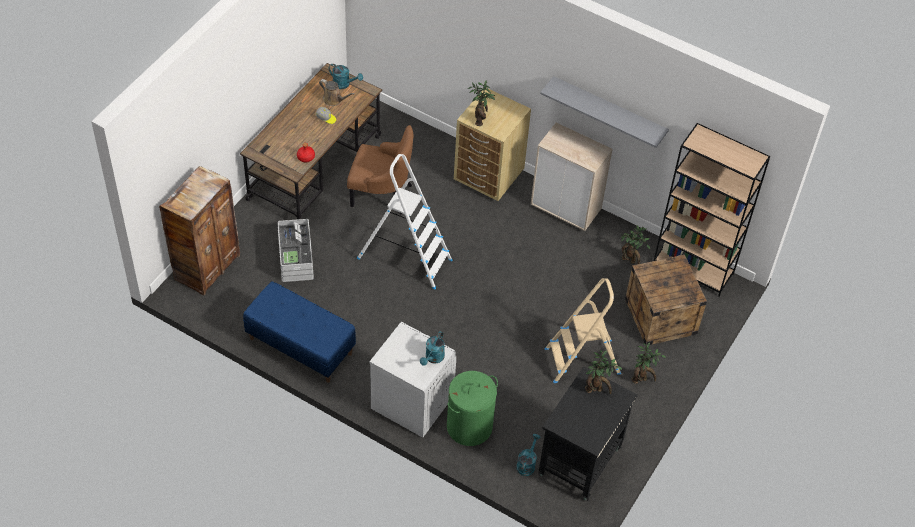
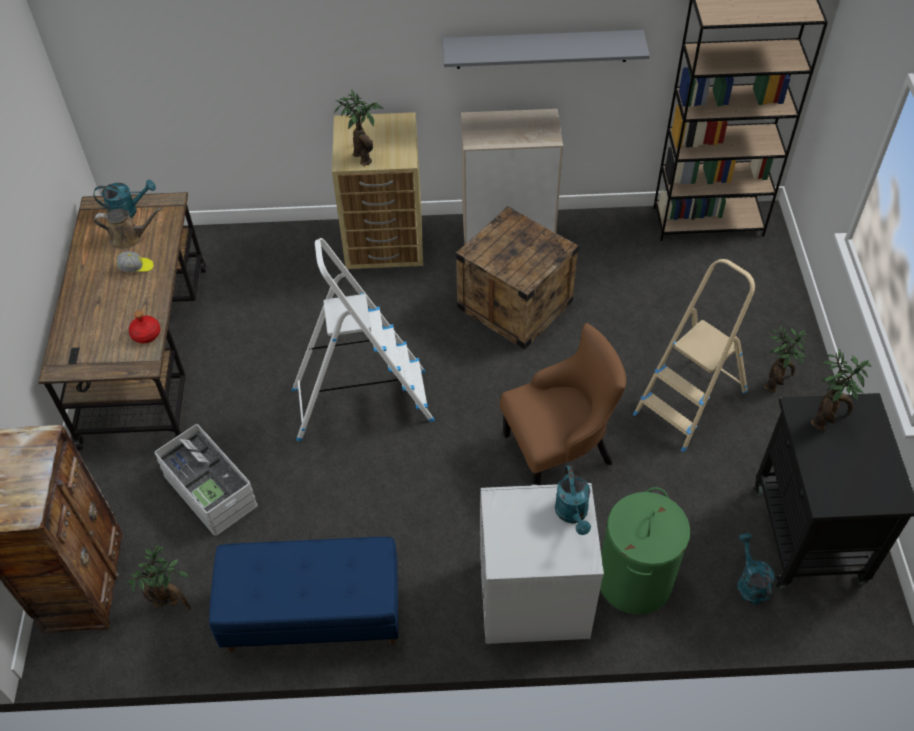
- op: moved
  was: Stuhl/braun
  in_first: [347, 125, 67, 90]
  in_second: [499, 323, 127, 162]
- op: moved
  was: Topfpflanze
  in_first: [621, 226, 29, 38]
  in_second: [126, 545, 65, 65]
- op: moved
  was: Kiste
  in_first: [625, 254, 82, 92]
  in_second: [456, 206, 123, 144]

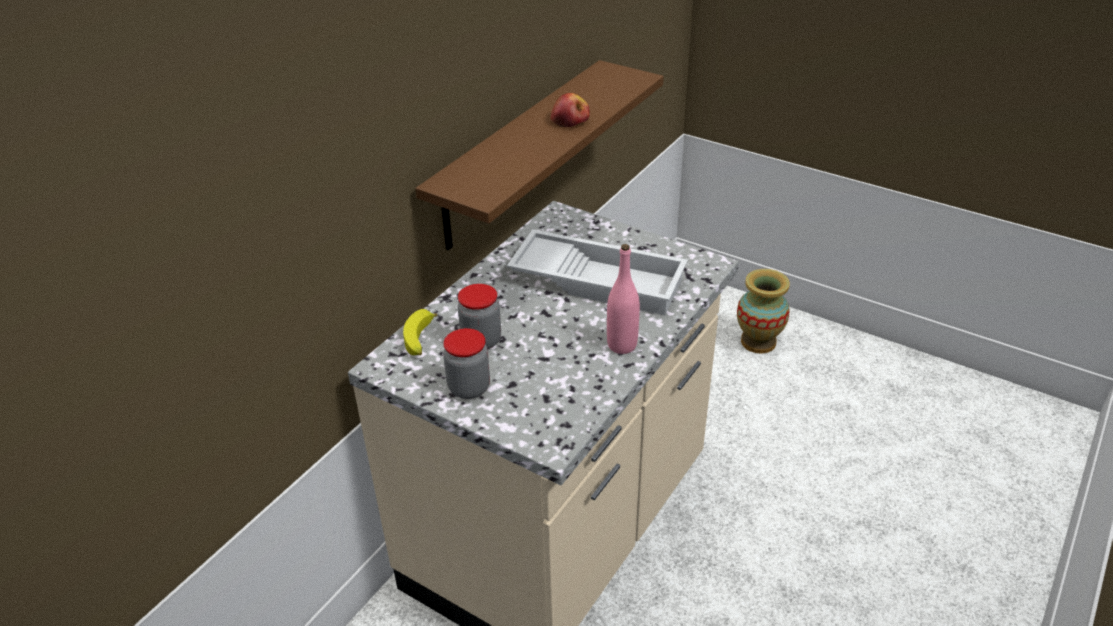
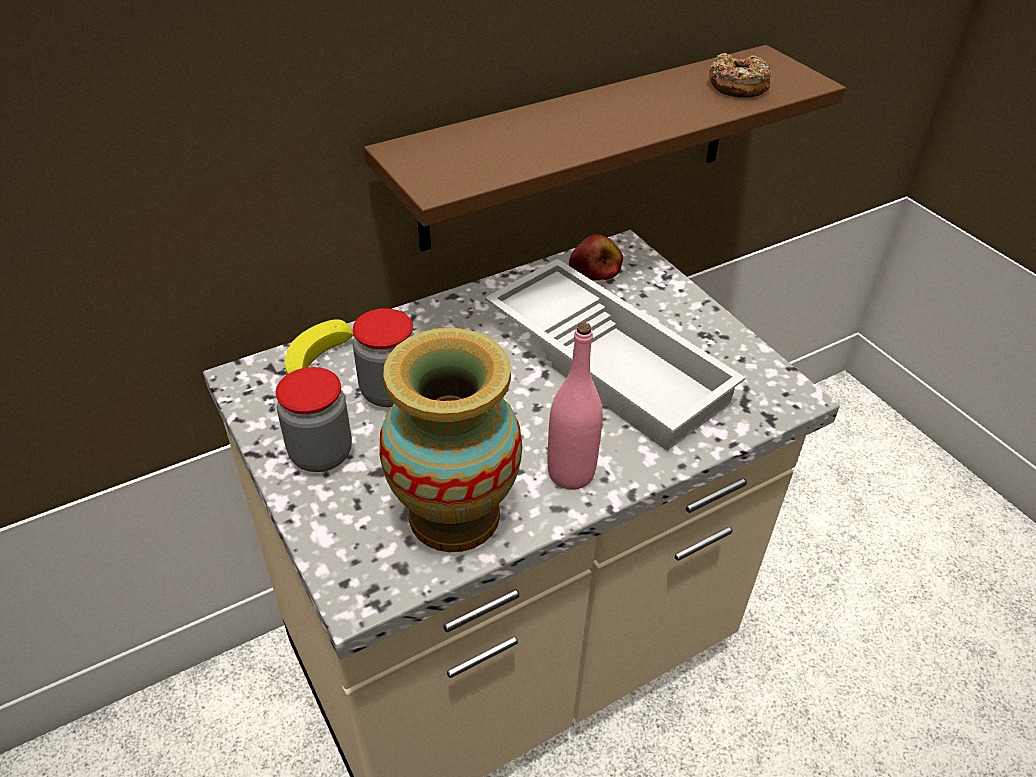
- op: moved
  was: Apfel
  in_first: [550, 93, 40, 34]
  in_second: [569, 234, 54, 47]
- op: moved
  was: Vase
  in_first: [737, 269, 53, 84]
  in_second: [379, 328, 143, 224]
- op: added
  now: Donut
  in_second: [709, 53, 62, 44]

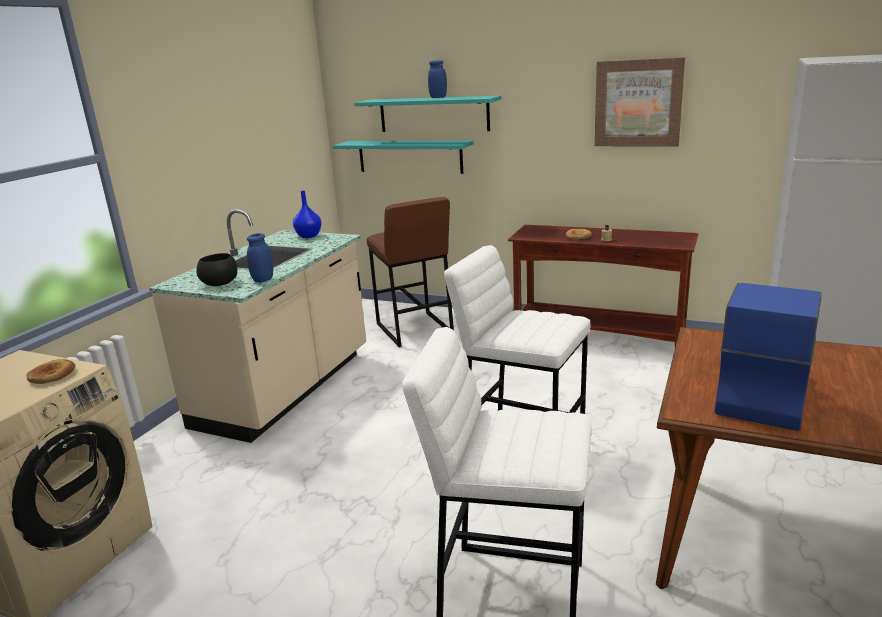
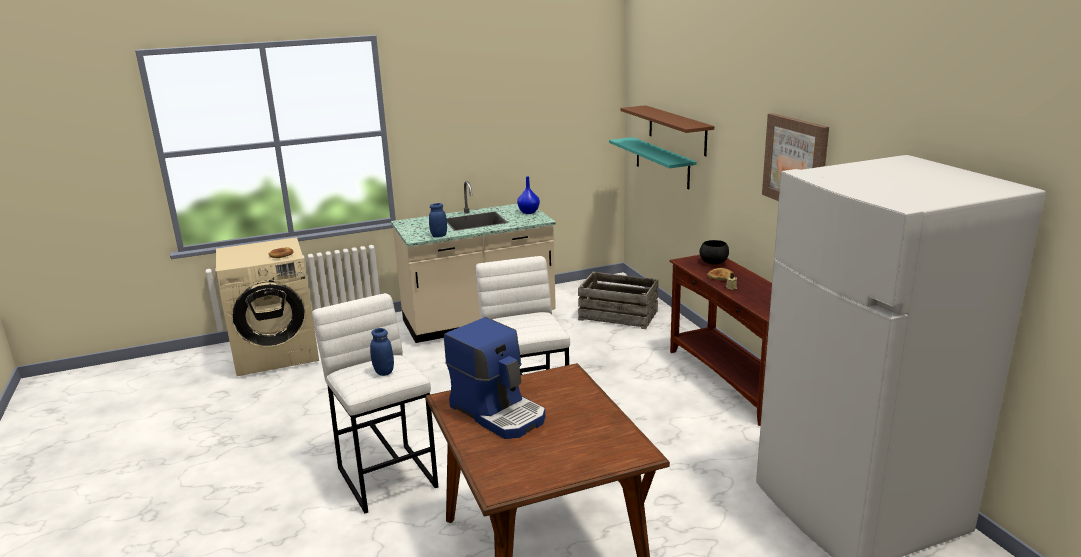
- op: moved
  was: Vorratsglas/blau
  in_first: [428, 60, 19, 38]
  in_second: [370, 328, 24, 48]
- op: recoloured
  was: Wandregal/türkis
  now: Wandregal/braun
  in_first: [354, 96, 147, 36]
  in_second: [621, 105, 93, 52]
- op: replaced
  was: Hocker/braun
  now: Kiste
  in_first: [367, 197, 87, 150]
  in_second: [578, 272, 80, 57]
- op: moved
  was: Schüssel/schwarz
  in_first: [196, 253, 41, 33]
  in_second: [700, 240, 29, 25]
- op: turned
  was: Kaffeemaschine
  in_first: [715, 283, 107, 148]
  in_second: [444, 317, 101, 122]
  clockwise: 60

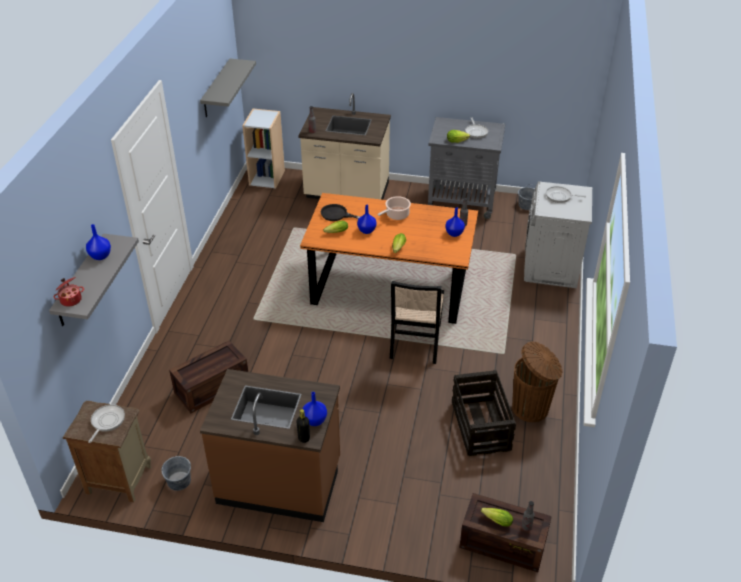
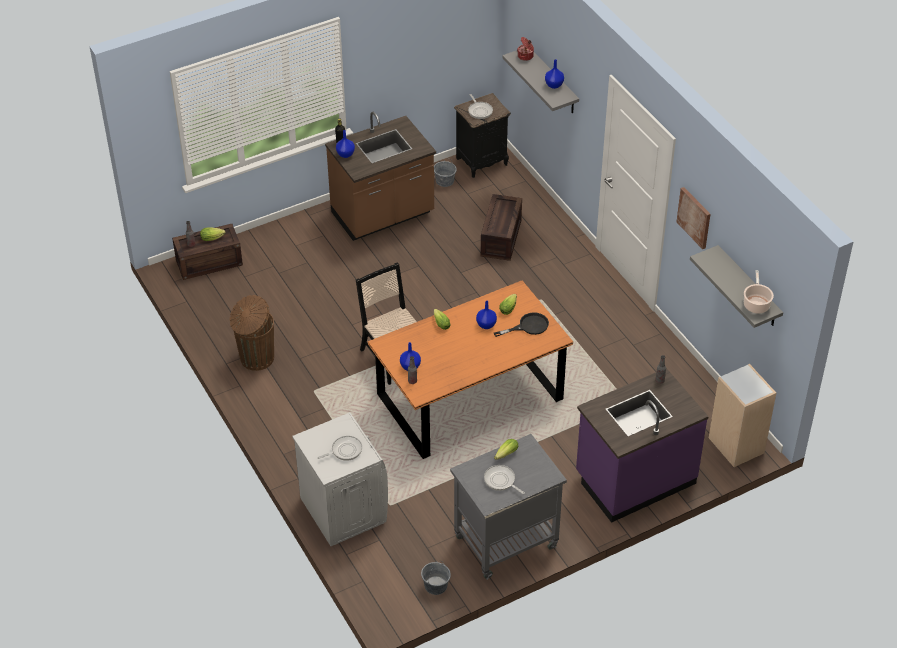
- op: recoloured
  was: Küchenzeile/beige
  now: Küchenzeile/lila
  in_first: [299, 93, 92, 107]
  in_second: [576, 368, 133, 155]
- op: moved
  was: Kochtopf
  in_first: [377, 196, 34, 24]
  in_second: [744, 270, 30, 44]
- op: removed
  was: Kiste
  in_first: [452, 370, 64, 86]
- op: recoloured
  was: Nachttisch/beige
  now: Nachttisch/schwarz
  in_first: [63, 401, 88, 101]
  in_second: [454, 93, 57, 85]
- op: added
  now: Bild
  in_second: [677, 187, 33, 62]

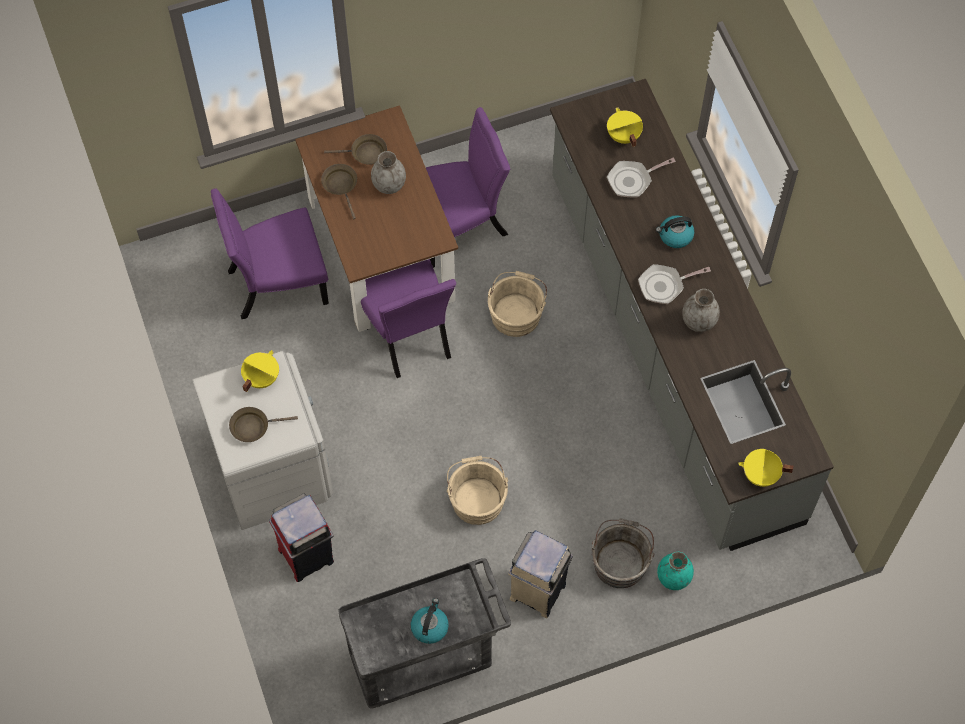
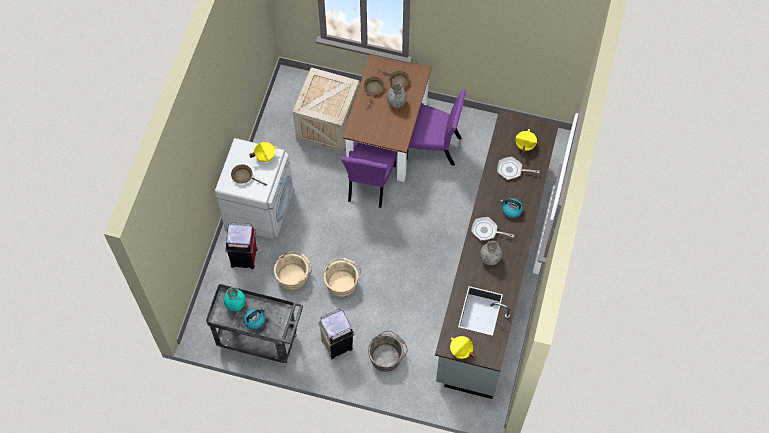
- op: replaced
  was: Stuhl/lila
  now: Kiste
  in_first: [211, 189, 118, 130]
  in_second: [293, 67, 66, 86]
- op: moved
  was: Eimer/beige
  in_first: [487, 271, 60, 66]
  in_second: [274, 251, 38, 39]
- op: moved
  was: Vase/türkis
  in_first: [657, 552, 37, 38]
  in_second: [223, 287, 23, 24]

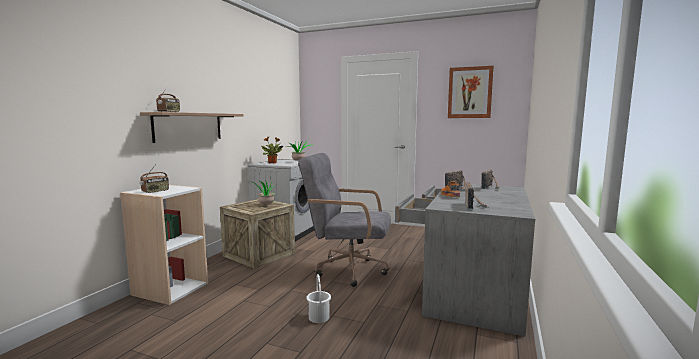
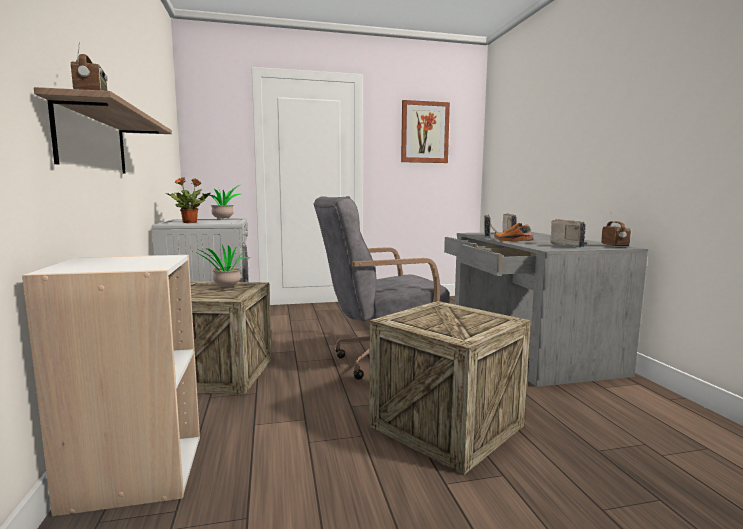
- op: moved
  was: Radio
  in_first: [140, 164, 29, 29]
  in_second: [601, 211, 30, 36]
- op: replaced
  was: Eimer/weiß
  now: Kiste
  in_first: [307, 274, 24, 49]
  in_second: [369, 301, 162, 174]

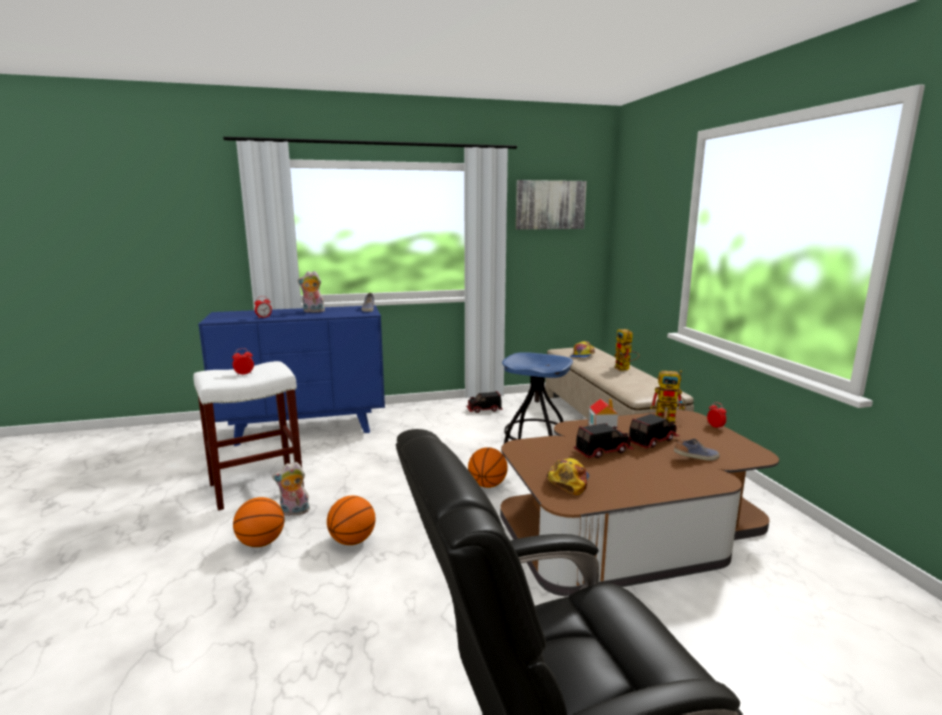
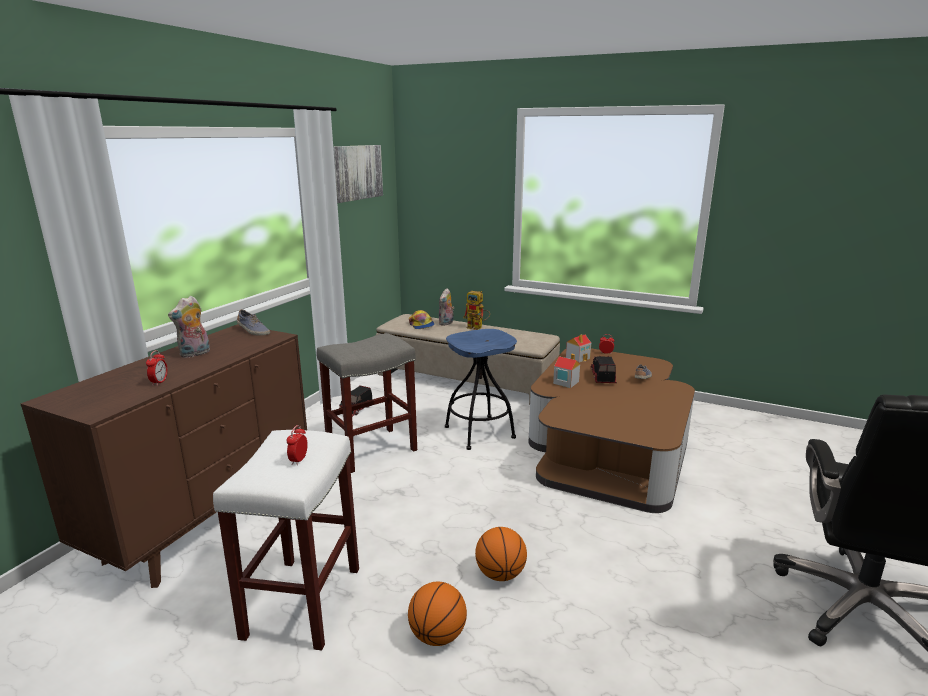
- op: recoloured
  was: Kommode/blau
  now: Kommode/braun
  in_first: [198, 305, 187, 141]
  in_second: [20, 324, 287, 264]
- op: replaced
  was: Spielzeugroboter
  now: Spielzeughaus
  in_first: [650, 370, 36, 54]
  in_second: [566, 334, 25, 29]
- op: removed
  was: Spielzeuglaster
  in_first: [574, 423, 60, 35]
- op: removed
  was: Basketball
  in_first: [468, 447, 40, 41]
- op: removed
  was: Kappe
  in_first: [547, 458, 42, 37]
- op: moved
  was: Plüschtier
  in_first: [272, 462, 38, 54]
  in_second: [439, 288, 15, 38]
- op: added
  now: Hocker/grau
  in_second: [317, 333, 100, 140]

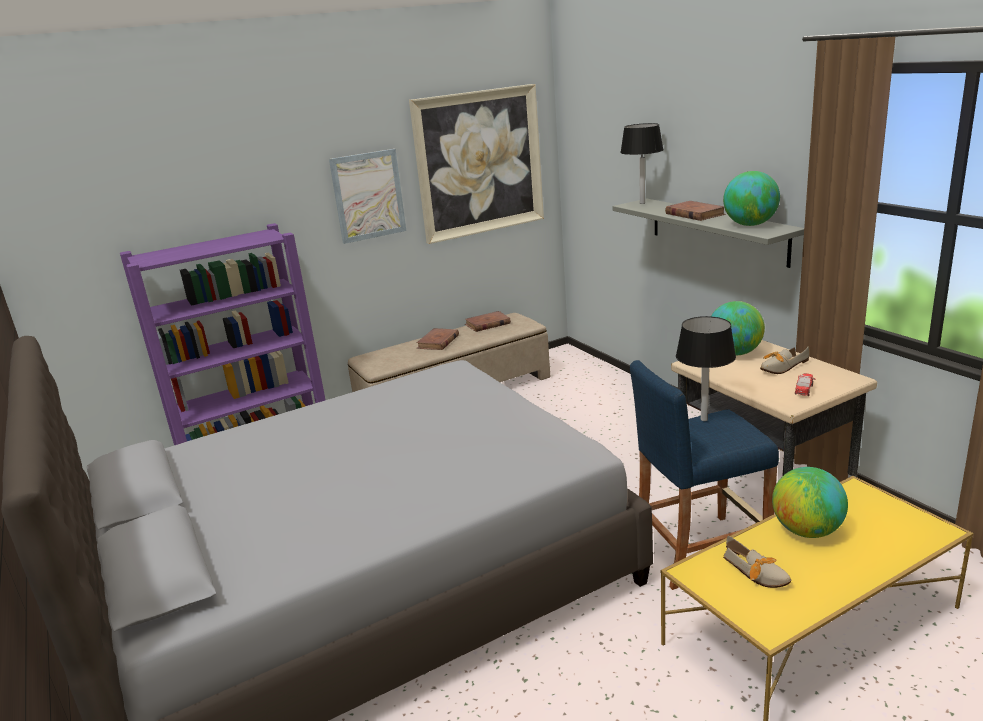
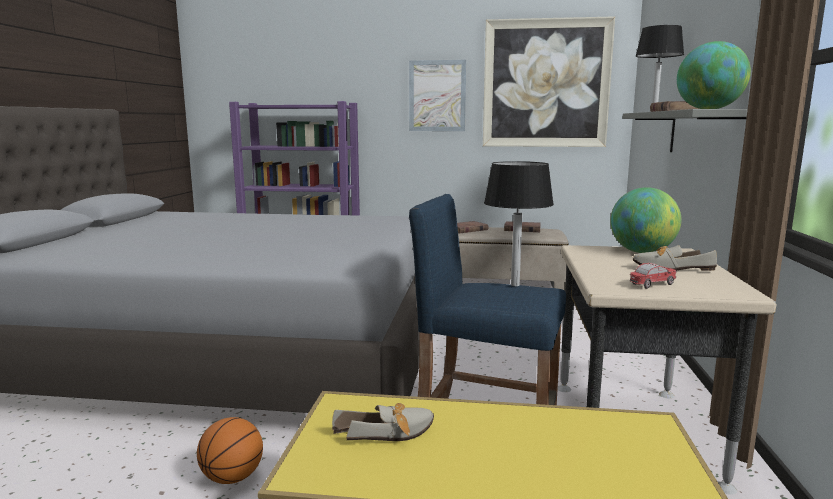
- op: removed
  was: Globus
  in_first: [772, 467, 76, 71]
- op: turned
  was: Schuh
  in_first: [723, 535, 68, 53]
  in_second: [332, 403, 102, 38]
  clockwise: -105
- op: added
  now: Basketball
  in_second: [197, 417, 66, 67]

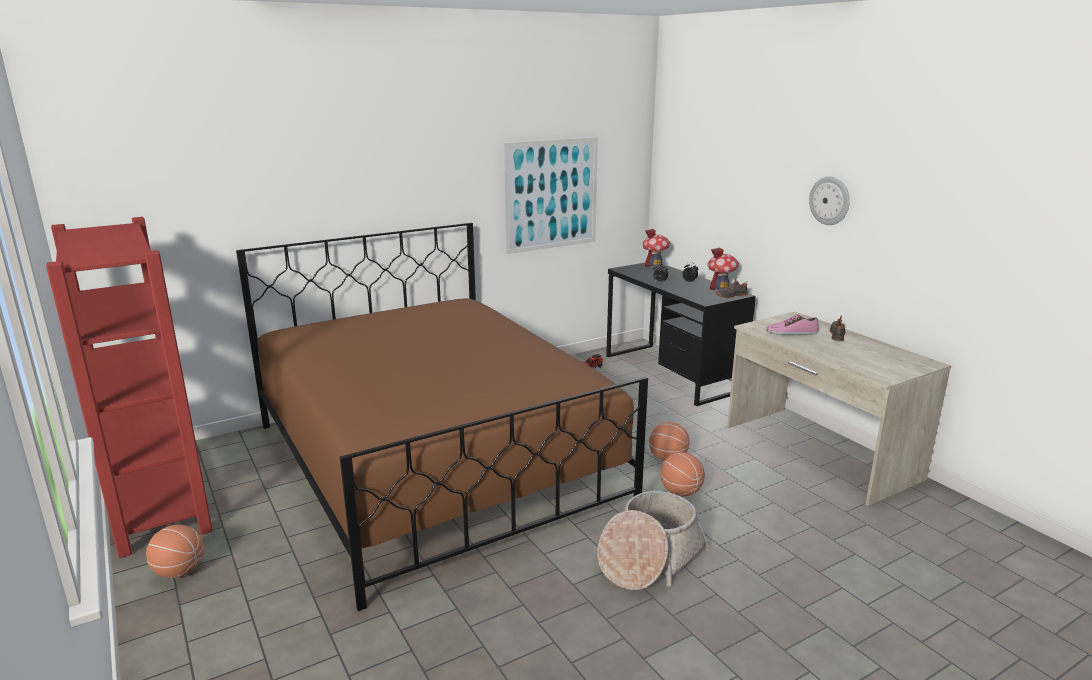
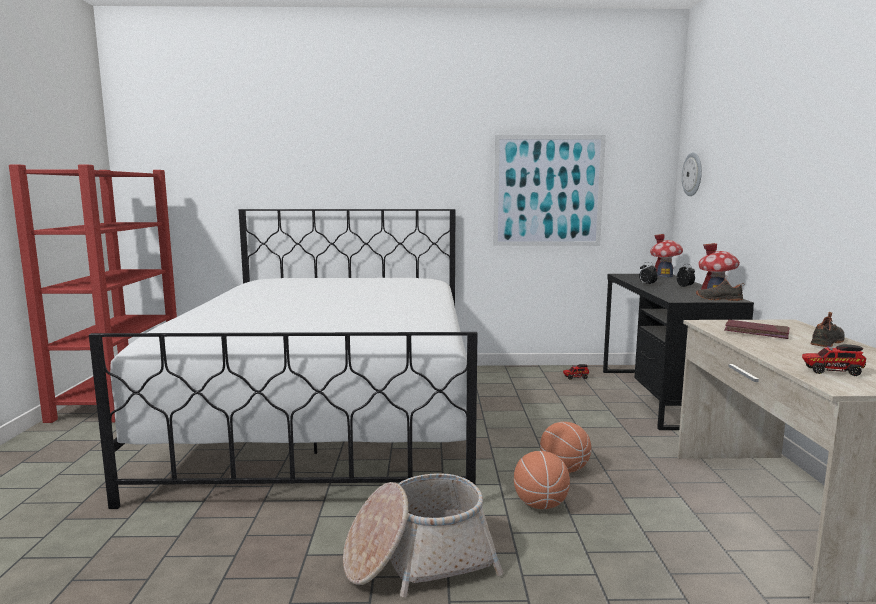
- op: moved
  was: Wanduhr
  in_first: [809, 177, 41, 48]
  in_second: [682, 152, 20, 44]
- op: recoloured
  was: Bett/braun
  now: Bett/weiß
  in_first: [236, 223, 412, 388]
  in_second: [89, 209, 389, 300]
- op: replaced
  was: Schuh
  now: Buch/rot
  in_first: [766, 315, 53, 20]
  in_second: [724, 320, 66, 19]
- op: removed
  was: Basketball
  in_first: [146, 524, 58, 54]
- op: added
  now: Spielzeuglaster
  in_second: [802, 344, 64, 32]

